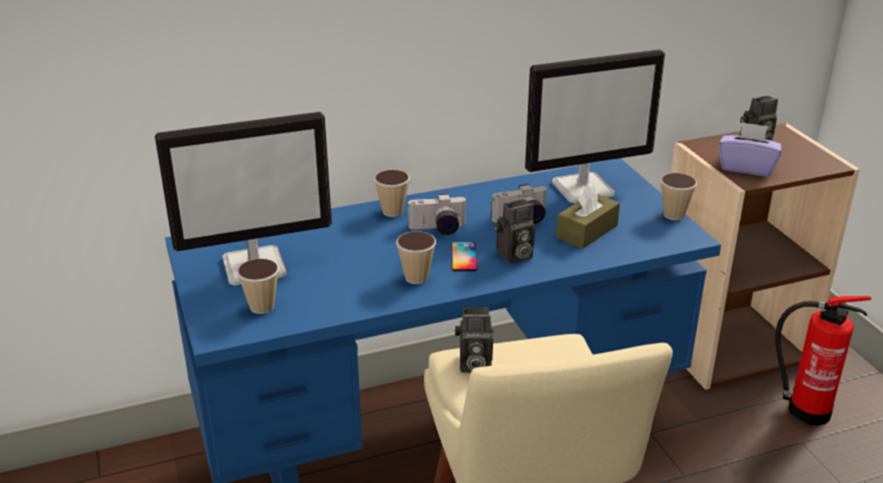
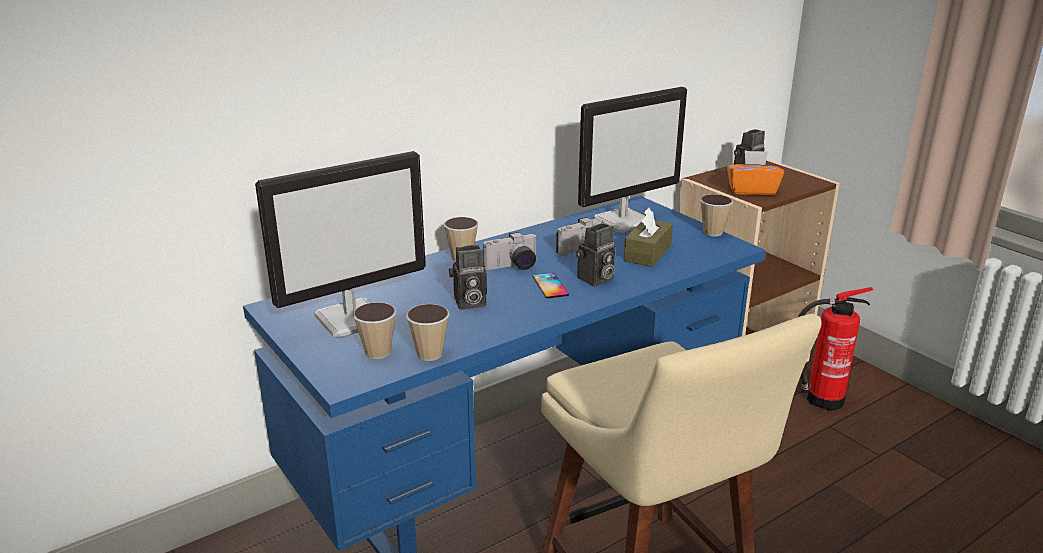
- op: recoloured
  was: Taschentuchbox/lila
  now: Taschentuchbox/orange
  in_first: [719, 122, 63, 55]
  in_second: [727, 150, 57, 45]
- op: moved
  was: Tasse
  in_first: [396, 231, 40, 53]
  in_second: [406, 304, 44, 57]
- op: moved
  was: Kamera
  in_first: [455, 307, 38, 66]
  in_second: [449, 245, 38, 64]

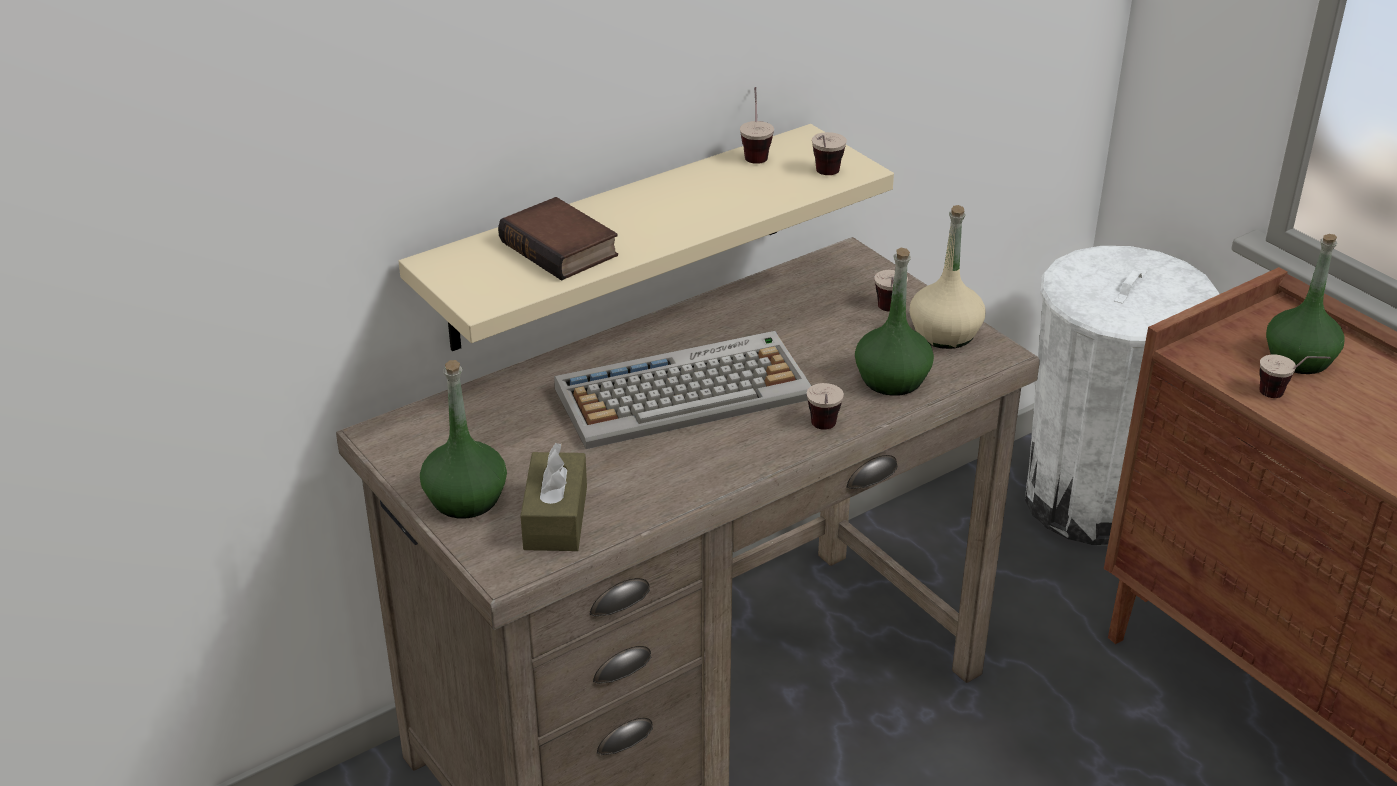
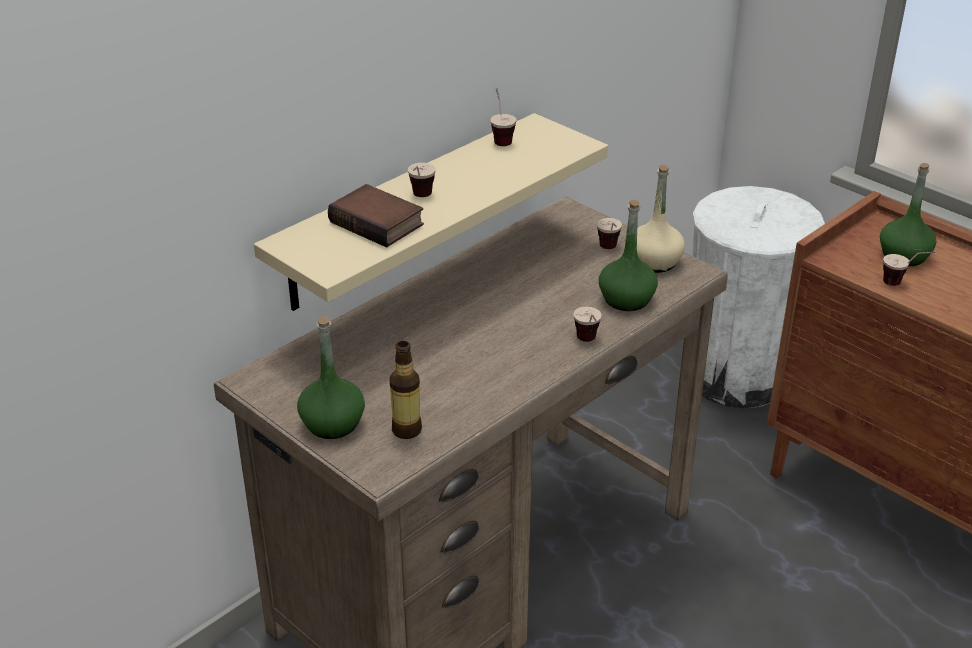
- op: moved
  was: Tasse
  in_first: [812, 132, 35, 43]
  in_second: [408, 163, 28, 34]
- op: removed
  was: Tastatur
  in_first: [554, 331, 257, 118]
- op: replaced
  was: Taschentuchbox/braun
  now: Flasche
  in_first: [520, 443, 67, 108]
  in_second: [390, 341, 32, 98]

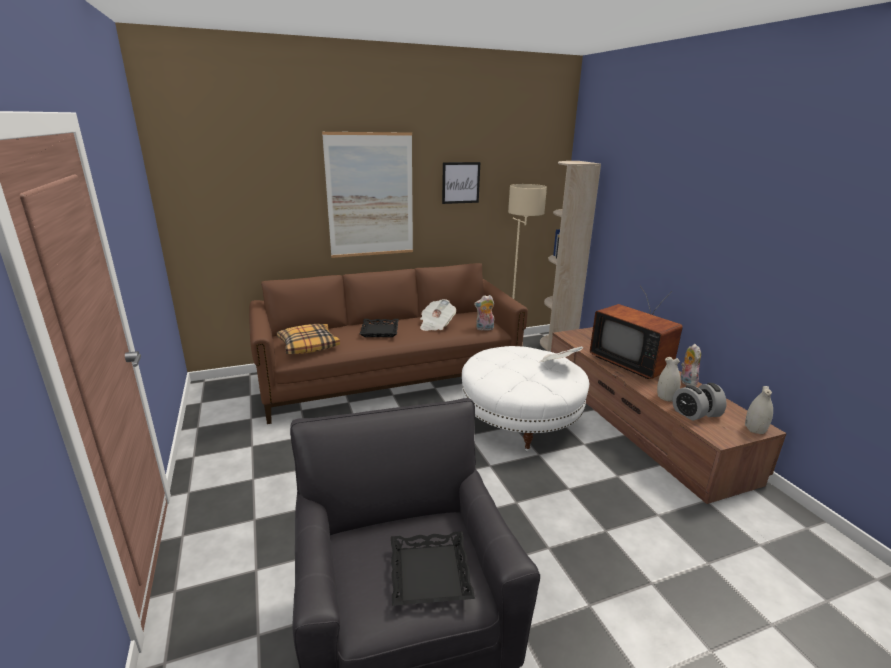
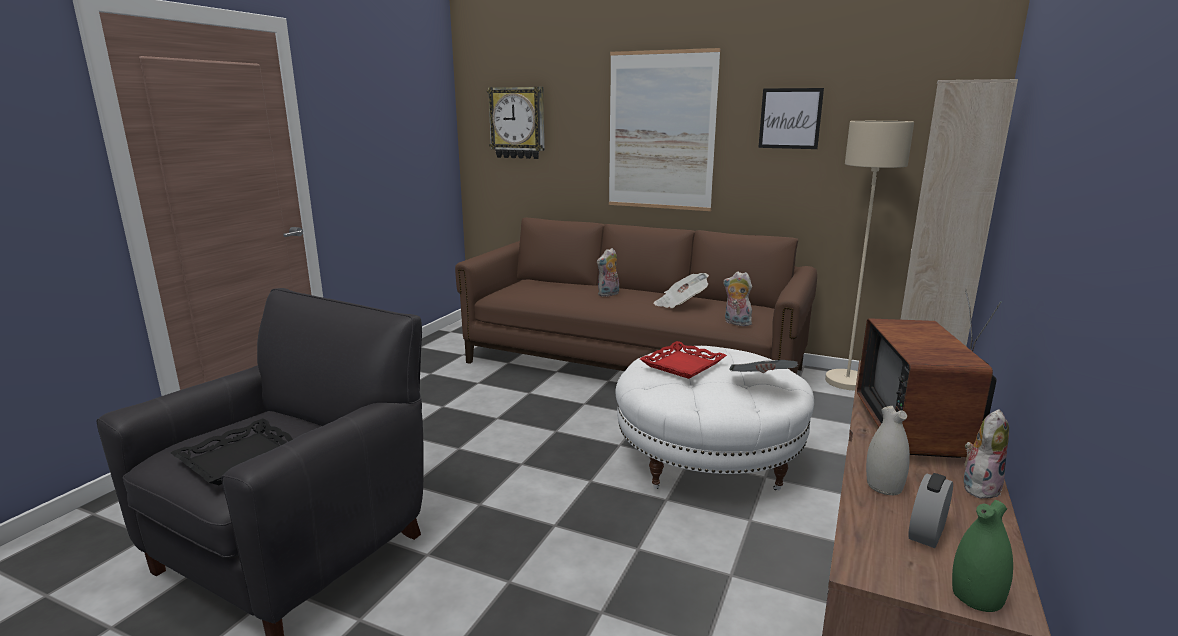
- op: replaced
  was: Tablett/schwarz
  now: Plüschtier
  in_first: [360, 319, 39, 18]
  in_second: [597, 248, 22, 49]
- op: removed
  was: Kissen
  in_first: [277, 324, 63, 30]
- op: removed
  was: Wecker
  in_first: [672, 385, 37, 36]
- op: recoloured
  was: Vase/weiß
  now: Vase/grün
  in_first: [745, 386, 28, 48]
  in_second: [952, 500, 61, 112]
- op: added
  now: Wanduhr
  in_second: [487, 87, 58, 72]
- op: added
  now: Tablett/rot
  in_second: [640, 341, 87, 38]

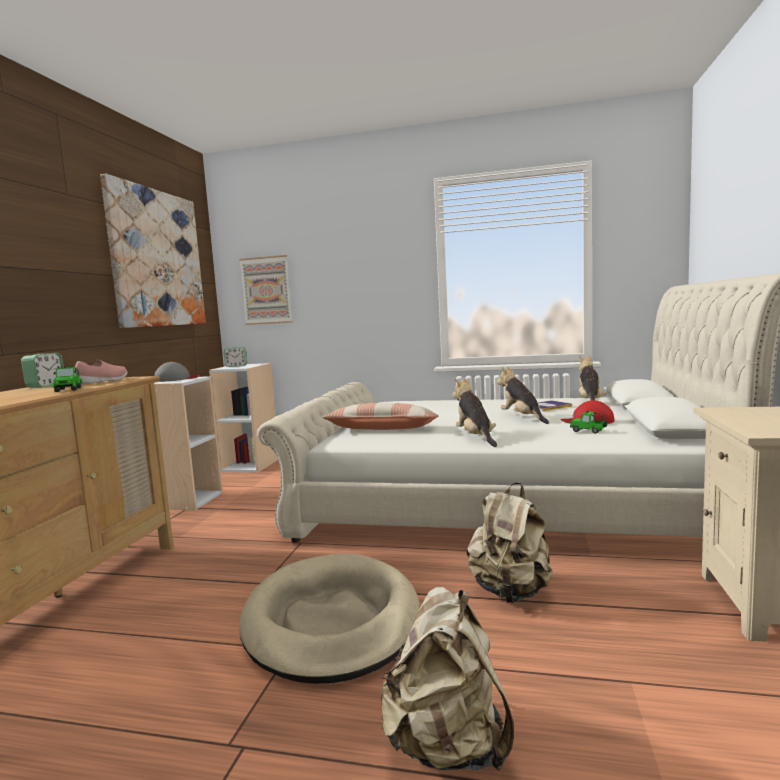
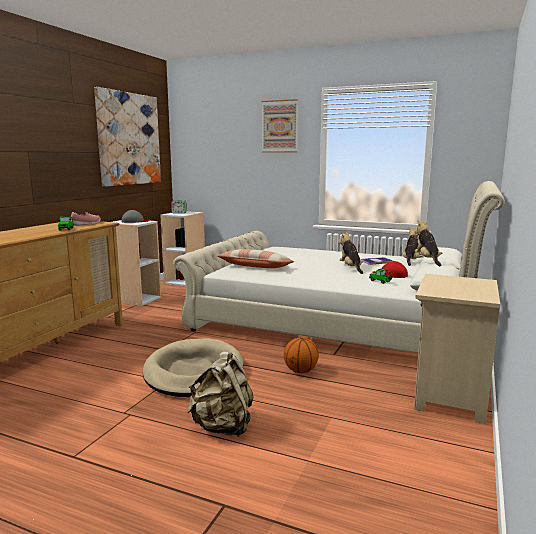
- op: moved
  was: Bild
  in_first: [240, 255, 52, 70]
  in_second: [262, 99, 36, 54]
- op: removed
  was: Wecker
  in_first: [21, 353, 43, 35]
- op: moved
  was: Plüschtier
  in_first: [452, 378, 45, 69]
  in_second: [415, 220, 27, 47]
- op: replaced
  was: Rucksack/beige
  now: Basketball
  in_first: [467, 482, 86, 121]
  in_second: [284, 337, 35, 36]

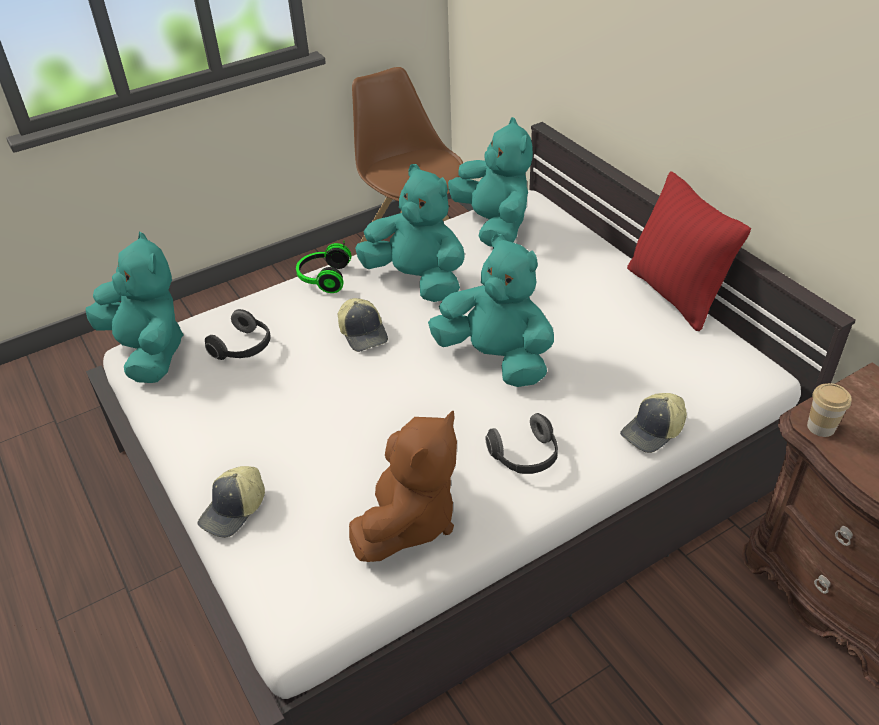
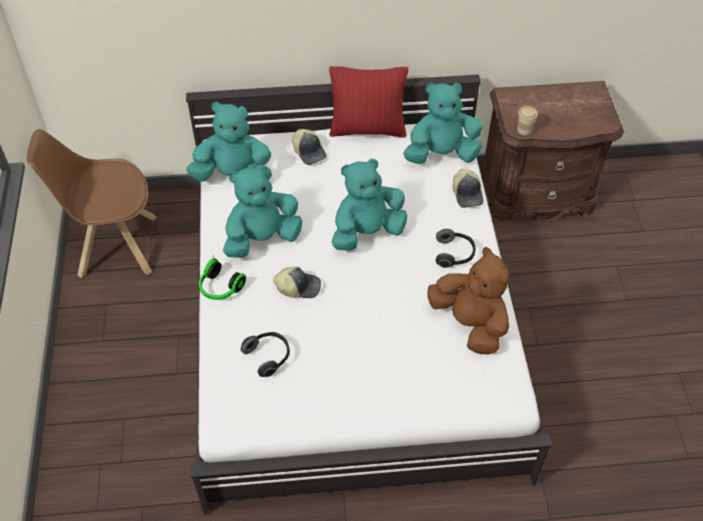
- op: moved
  was: Plüschtier/türkis
  in_first: [86, 231, 98, 152]
  in_second: [403, 83, 80, 81]
- op: moved
  was: Kappe
  in_first: [197, 466, 68, 72]
  in_second: [292, 129, 34, 36]

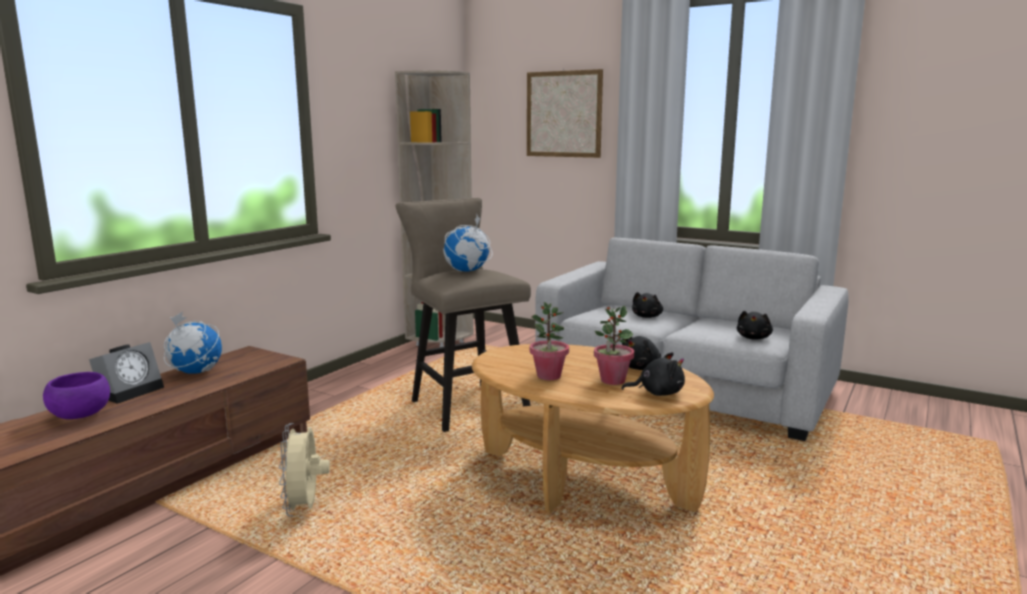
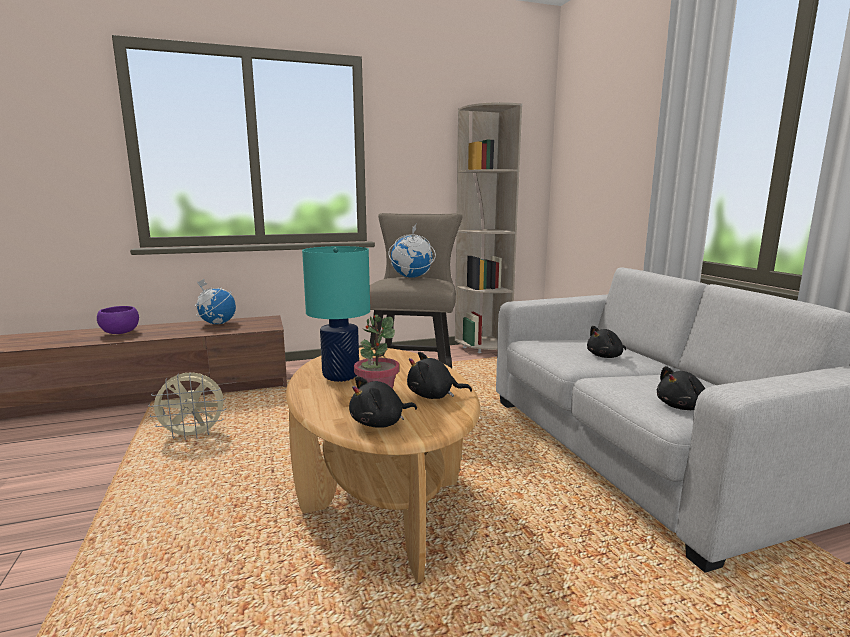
- op: removed
  was: Bild
  in_first: [527, 69, 76, 89]
- op: replaced
  was: Topfpflanze
  now: Tischlampe/türkis
  in_first: [530, 302, 39, 78]
  in_second: [302, 246, 68, 136]
- op: removed
  was: Wecker
  in_first: [89, 342, 75, 62]
- op: turned
  was: Plüschtier/schwarz
  in_first: [622, 352, 63, 44]
  in_second: [349, 376, 68, 52]
  clockwise: 105
- op: turned
  was: Ventilator/beige
  in_first: [279, 423, 51, 93]
  in_second: [148, 372, 78, 68]
  clockwise: -135

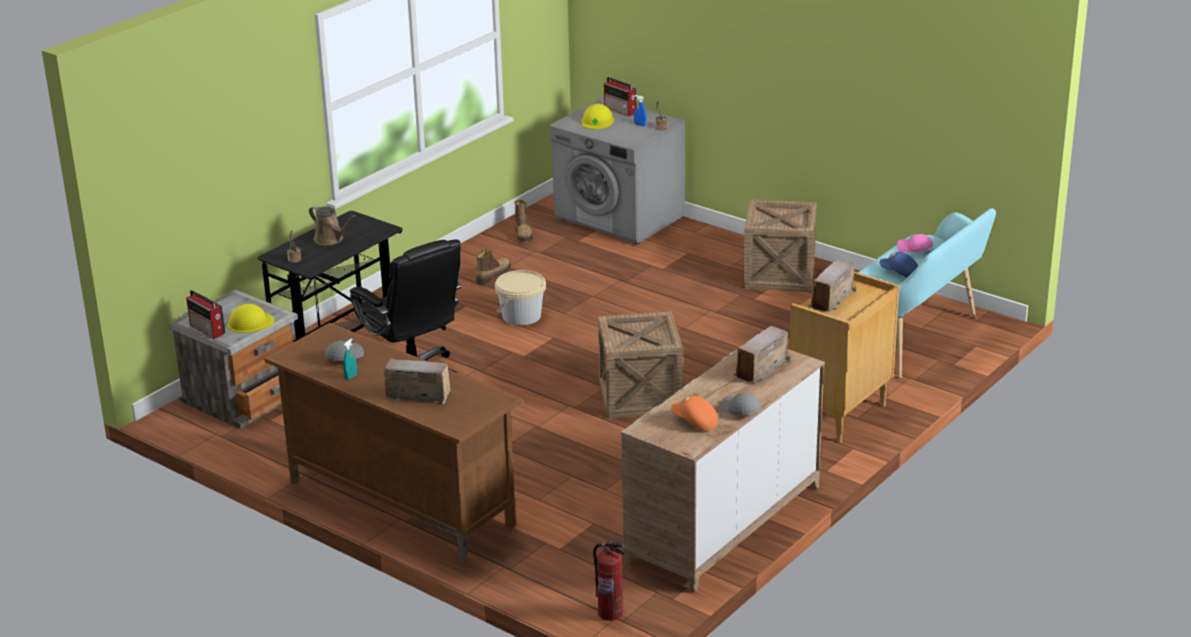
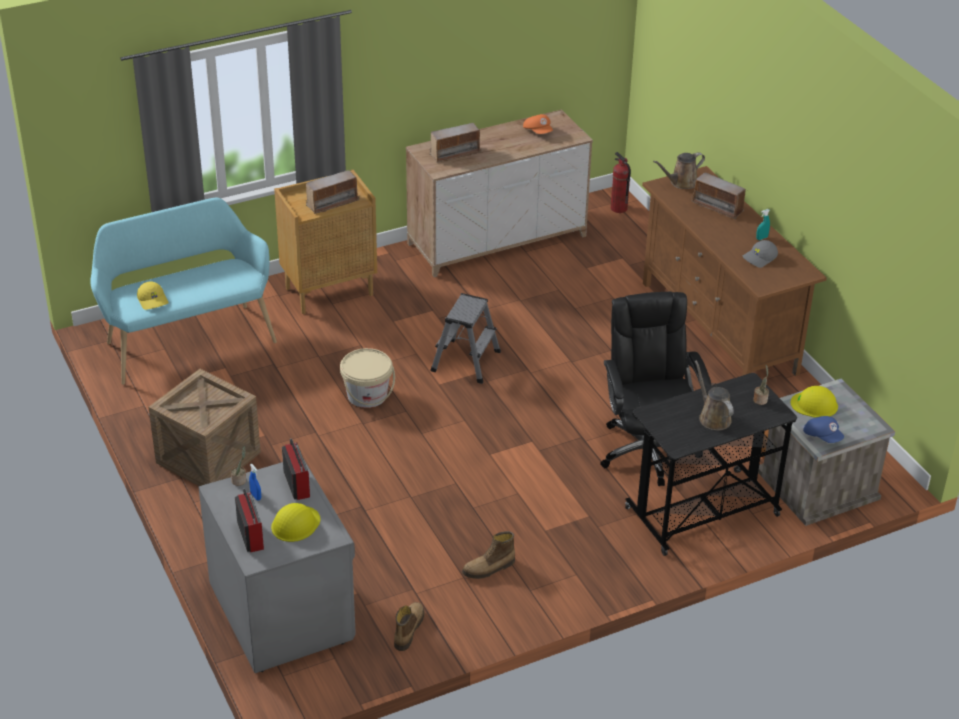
- op: recoloured
  was: Kappe/rosa
  now: Kappe/gelb
  in_first: [897, 234, 36, 18]
  in_second: [137, 282, 32, 28]
- op: moved
  was: Kappe/blau
  in_first: [879, 252, 39, 25]
  in_second: [803, 416, 41, 27]
- op: moved
  was: Eimer/beige
  in_first: [495, 270, 51, 56]
  in_second: [340, 348, 55, 60]
- op: moved
  was: Radio
  in_first: [186, 290, 39, 49]
  in_second: [282, 439, 28, 61]
- op: replaced
  was: Kiste
  now: Trittleiter/grau
  in_first: [598, 311, 85, 108]
  in_second: [430, 293, 71, 91]
- op: removed
  was: Kappe/grau
  in_first: [720, 393, 41, 22]
- op: added
  now: Gießkanne/braun
  in_second: [653, 152, 52, 37]

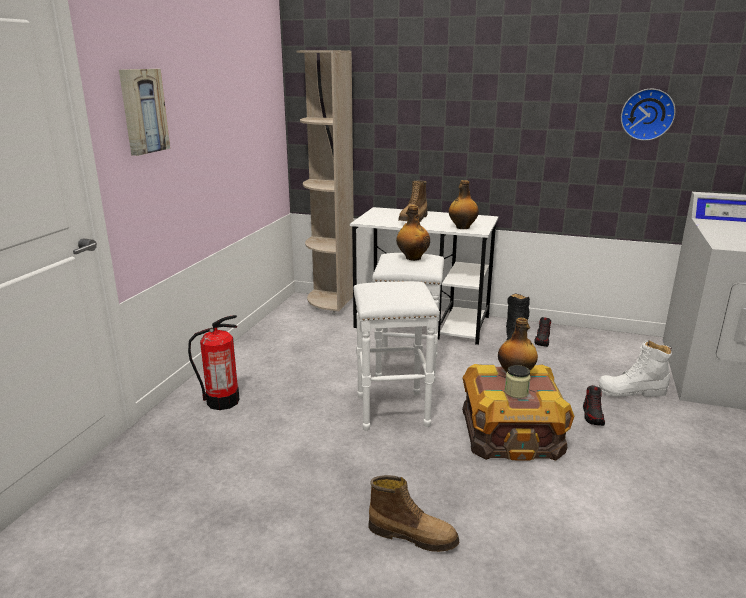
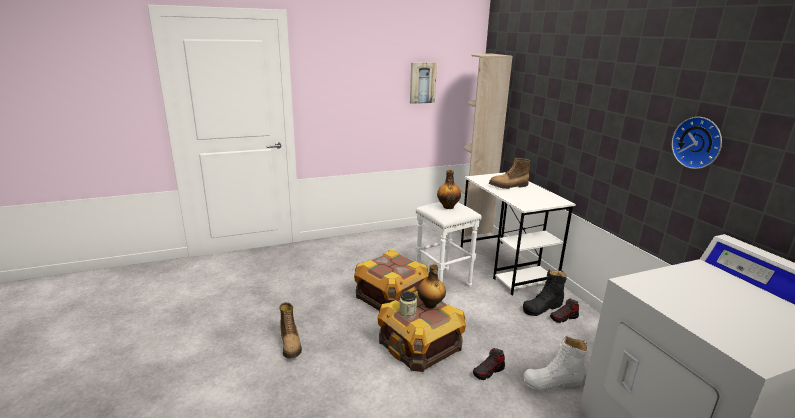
- op: moved
  was: Bild
  in_first: [119, 69, 51, 87]
  in_second: [410, 62, 27, 42]
- op: removed
  was: Flasche
  in_first: [449, 180, 30, 49]
- op: replaced
  was: Hocker/weiß
  now: Kiste
  in_first: [353, 281, 87, 150]
  in_second: [354, 250, 75, 60]
- op: removed
  was: Feuerlöscher
  in_first: [188, 315, 51, 95]
- op: turned
  was: Stiefel/weiß
  in_first: [599, 340, 73, 57]
  in_second: [524, 336, 64, 55]
  clockwise: -60

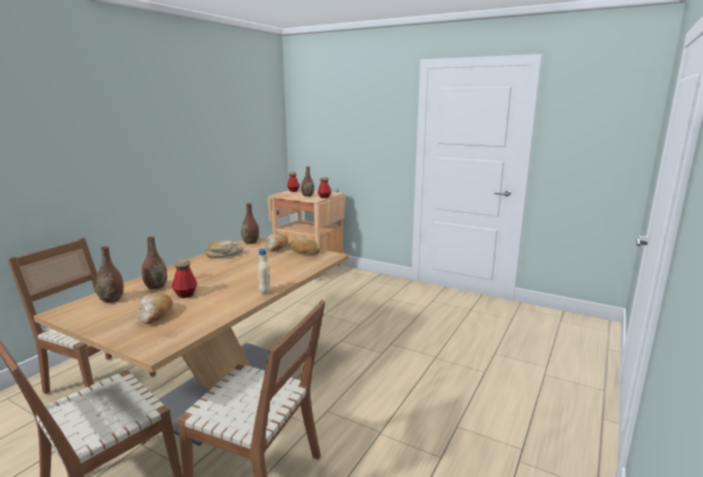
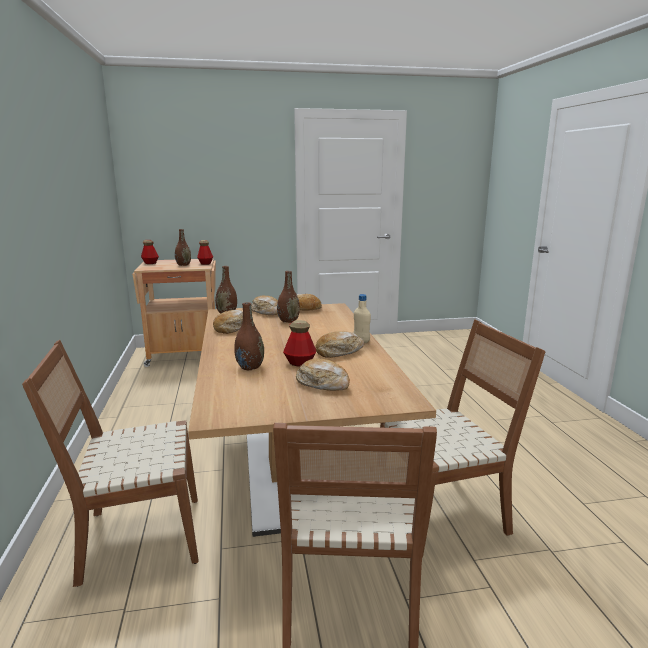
- op: moved
  was: Vase/braun
  in_first: [95, 246, 29, 57]
  in_second: [277, 271, 23, 52]
- op: added
  now: Brot
  in_second: [315, 331, 49, 27]

